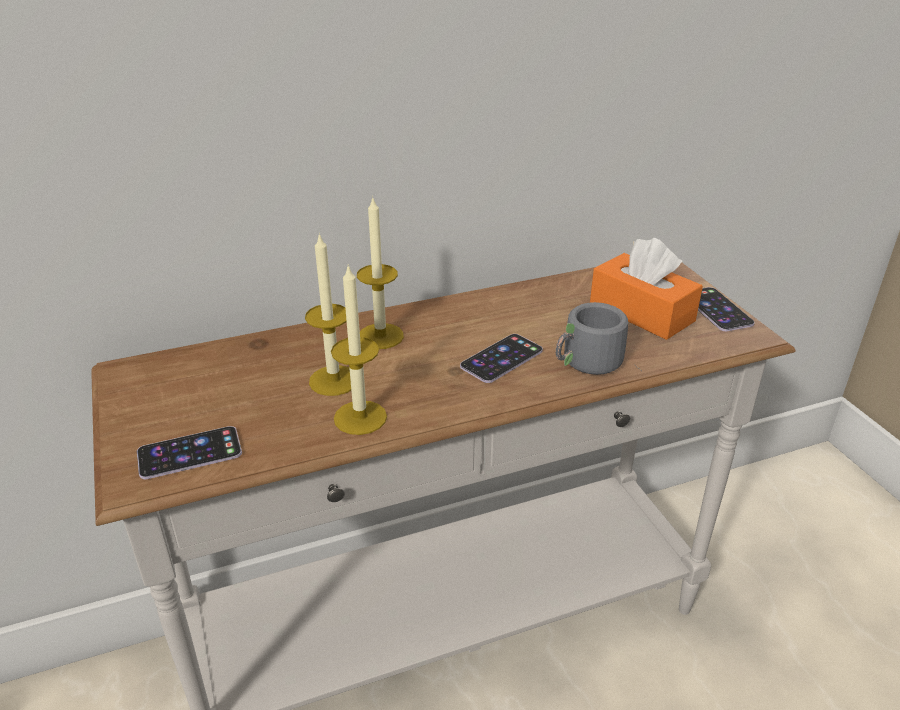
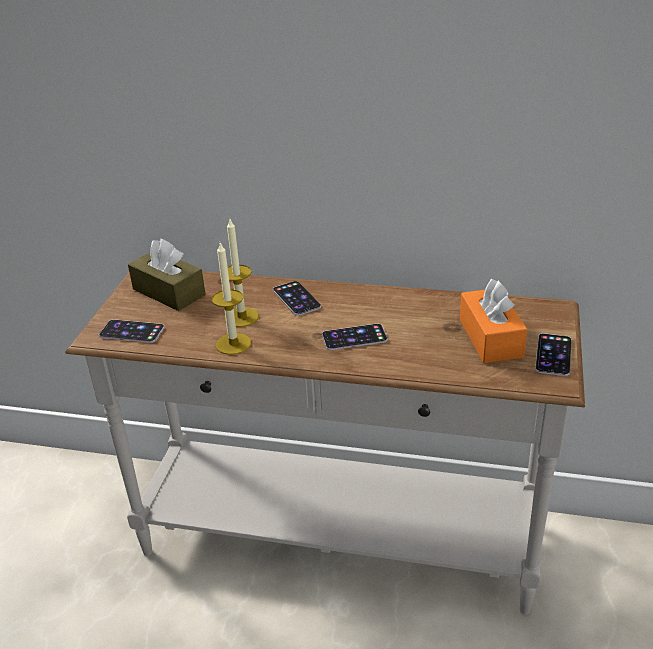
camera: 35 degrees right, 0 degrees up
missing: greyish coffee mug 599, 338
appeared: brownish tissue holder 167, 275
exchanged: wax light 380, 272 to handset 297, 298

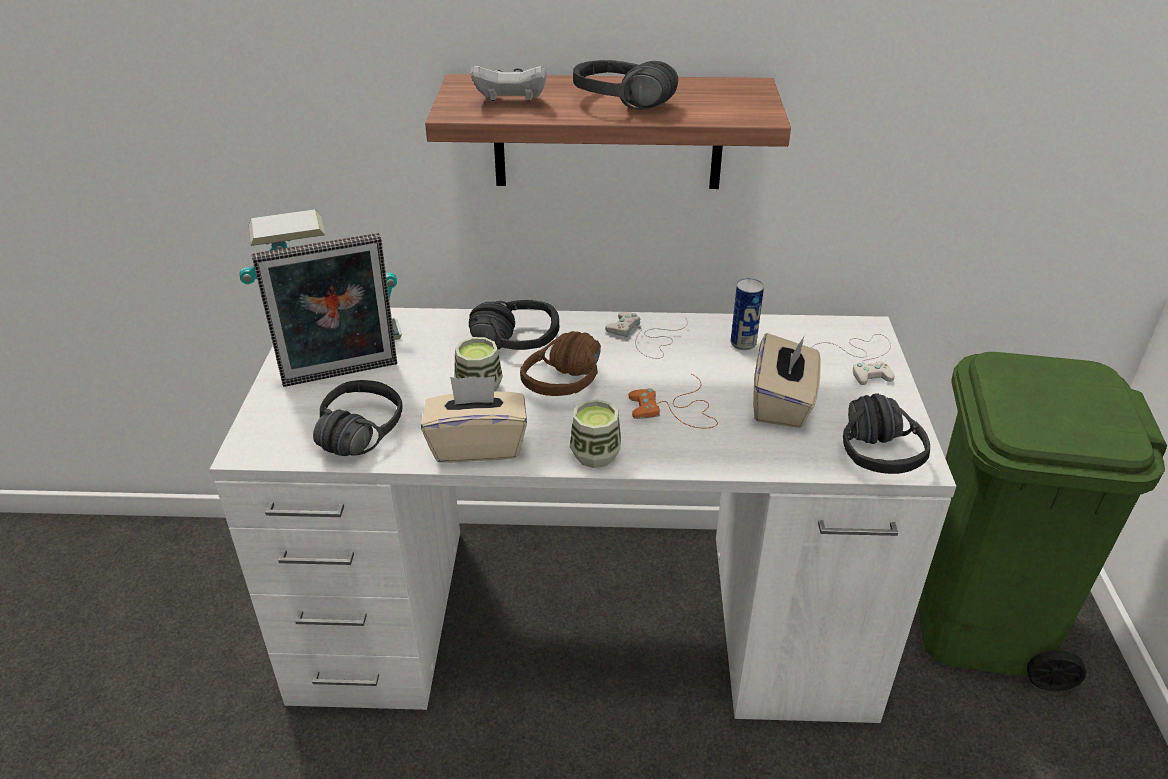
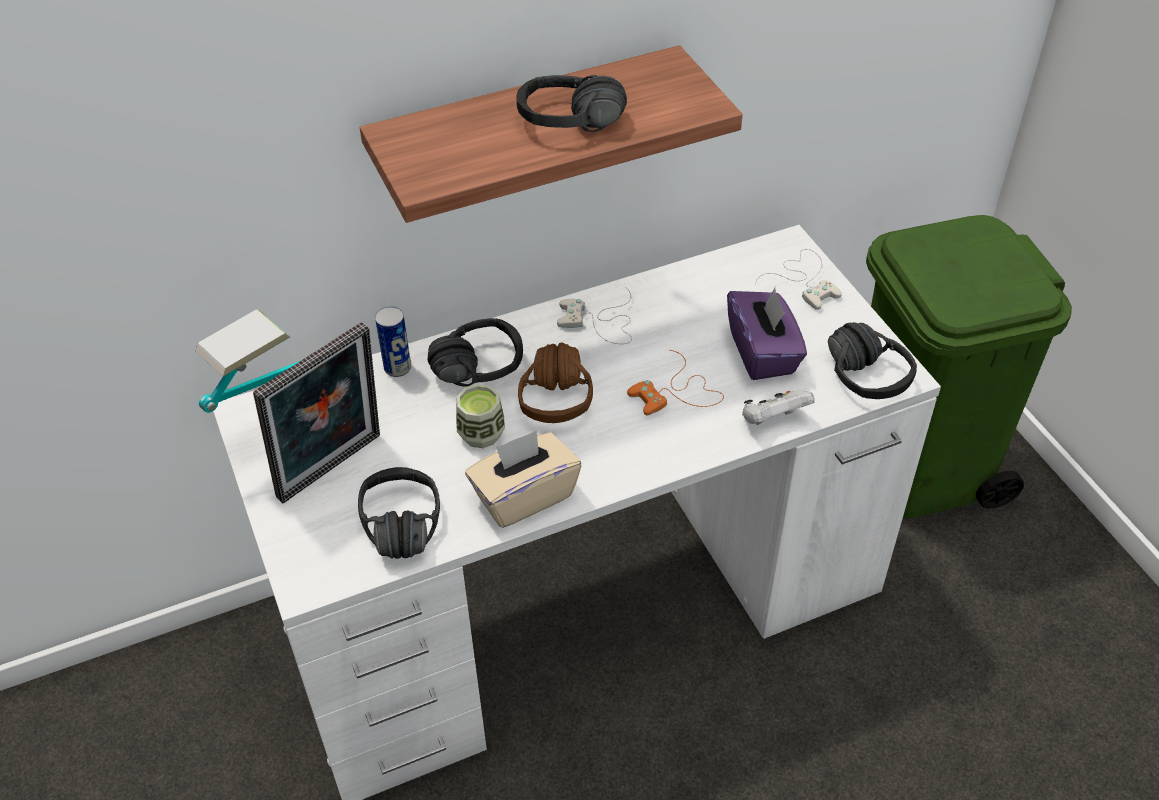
camera: 25 degrees left, 10 degrees up
missing: small cup 595, 433
relocated: white-coloured game controller 508, 83 to 778, 407; can 747, 314 to 393, 341
colour: sand-coloured tissue holder 787, 380 to purple tissue holder 767, 333

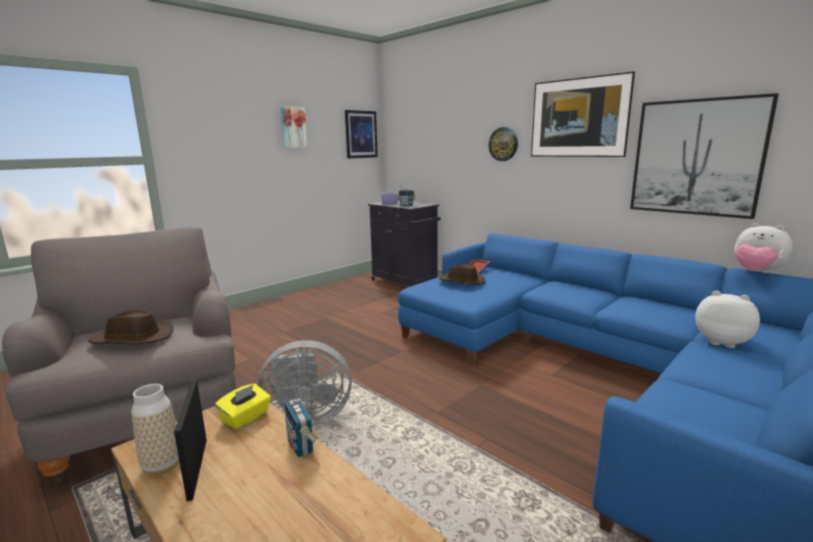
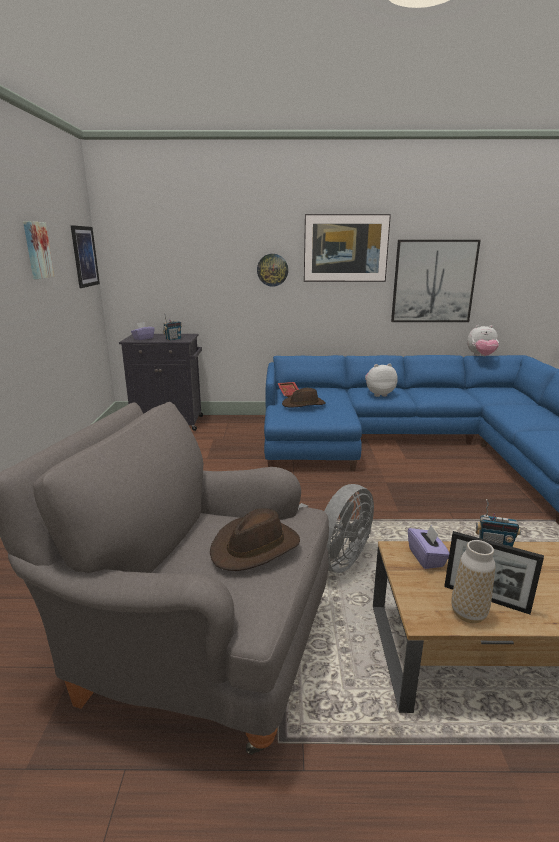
camera: 45 degrees left, 5 degrees up
relocated: soft toy 727, 319 to 381, 380
colour: yellow-coloured tissue holder 243, 406 to purple tissue holder 428, 547

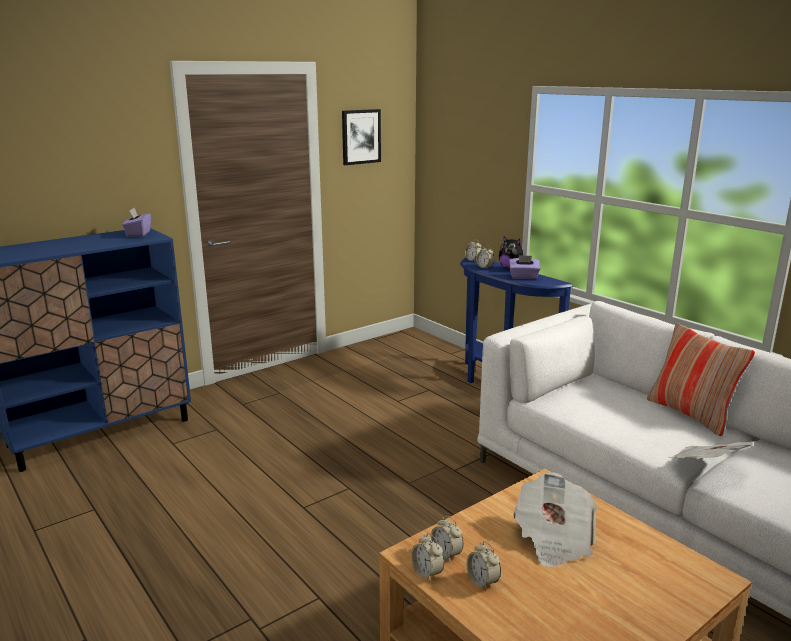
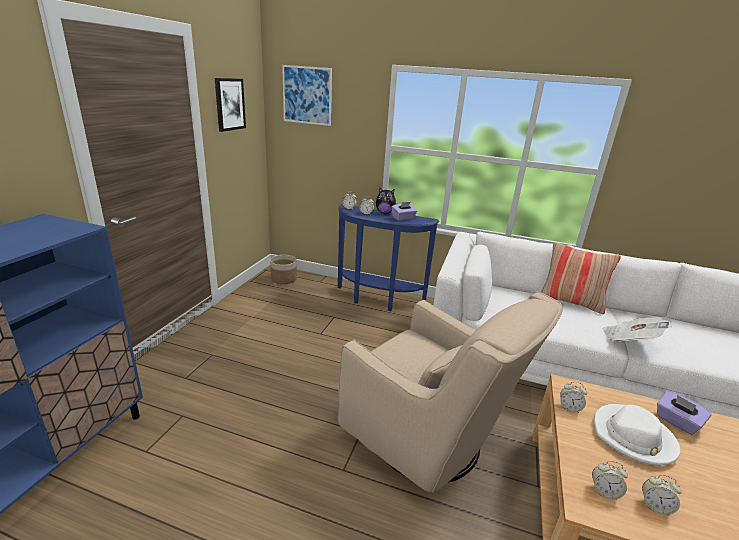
camera: 35 degrees left, 5 degrees up
appeared: planter 283, 269; wall picture 307, 95; sand-coloured armchair 450, 392
relocated: purple tissue holder 136, 222 to 684, 413; table clock 427, 557 to 573, 397
exchanged: printed paper 555, 519 to white-coloured wearable hat 637, 434

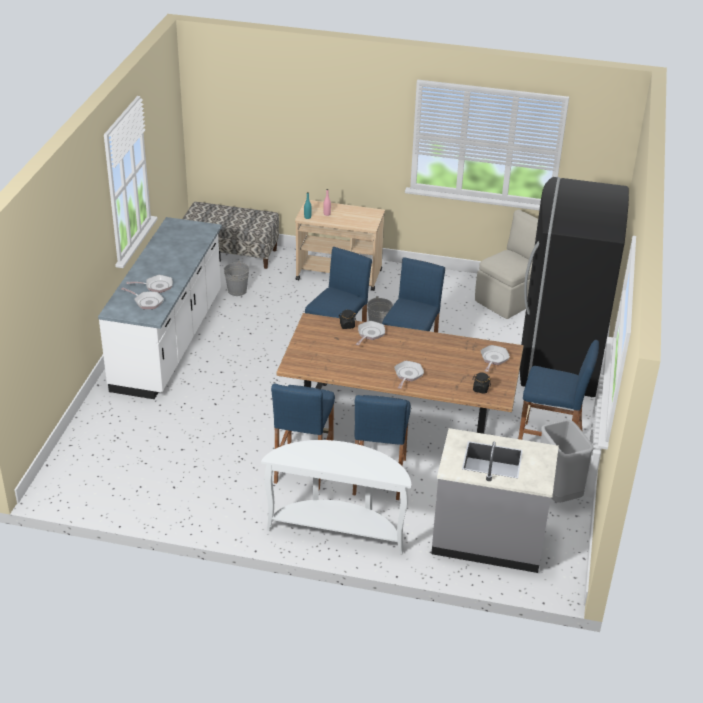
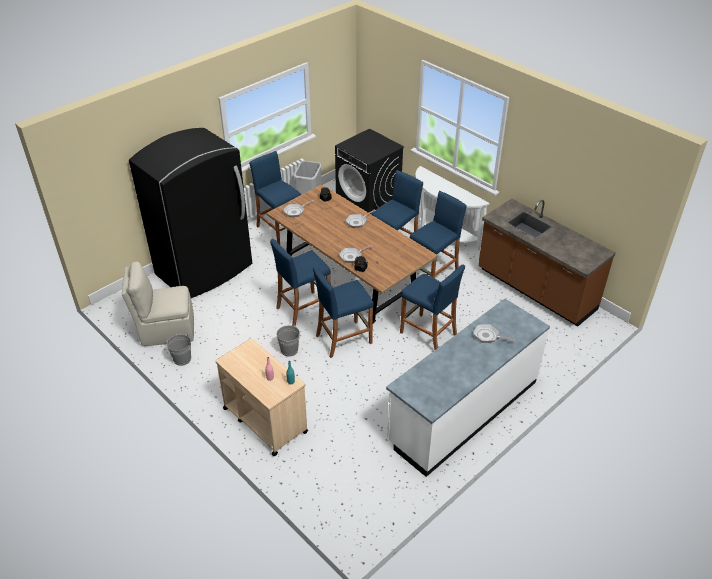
camera: 145 degrees left, 5 degrees up
missing: skillet 142, 298; indoor bench 231, 235
appeared: bluish stool seat 432, 308; brownish counter 547, 262
relocated: greyish pail 236, 278 to 179, 350
exchanged: greyish counter 495, 500 to blackish washing machine 369, 171

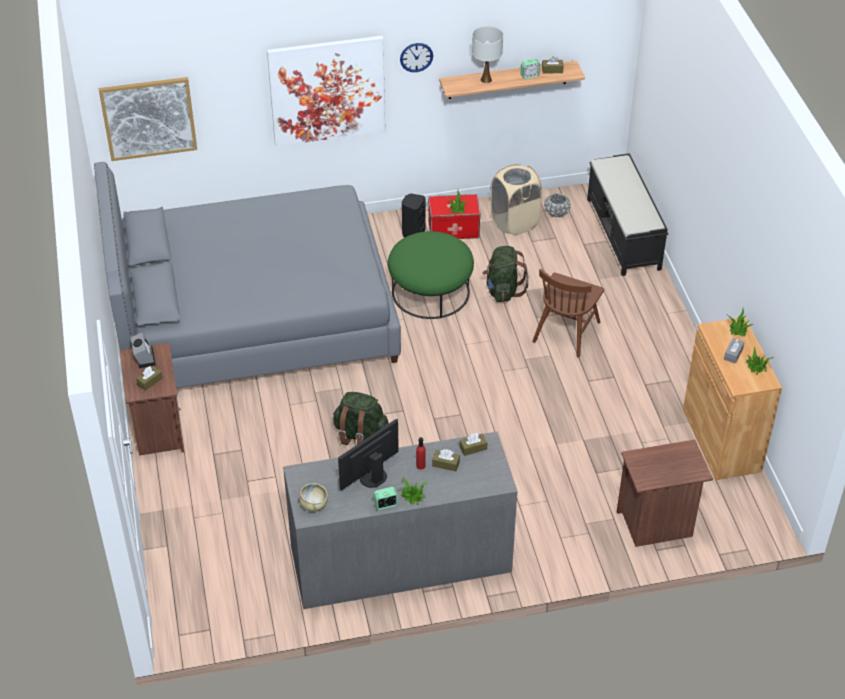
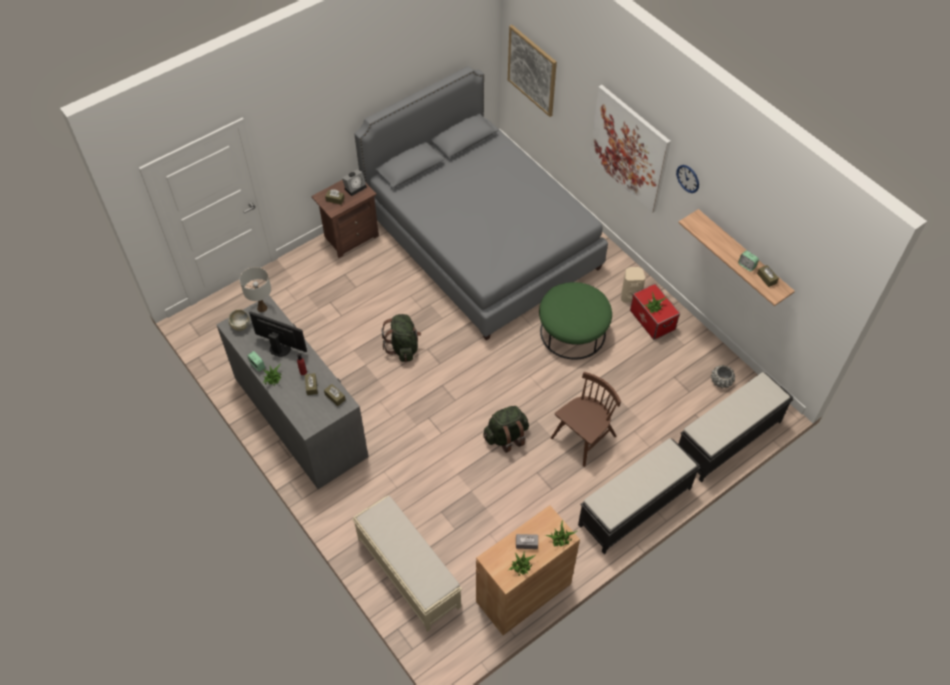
camera: 65 degrees right, 10 degrees up
missing: sand-coloured hamper 516, 199
appeared: blackish indoor bench 639, 496
relocated: white-coloured tabletop lamp 487, 54 to 255, 289; green knapsack 505, 274 to 506, 429
exchanged: brownish night table 665, 493 to sand-coloured indoor bench 407, 563
colour: blackish loudspeaker 414, 215 to sand-coloured loudspeaker 633, 284
spun: brownish plain chair 568, 313 = 586, 419 135 degrees clockwise

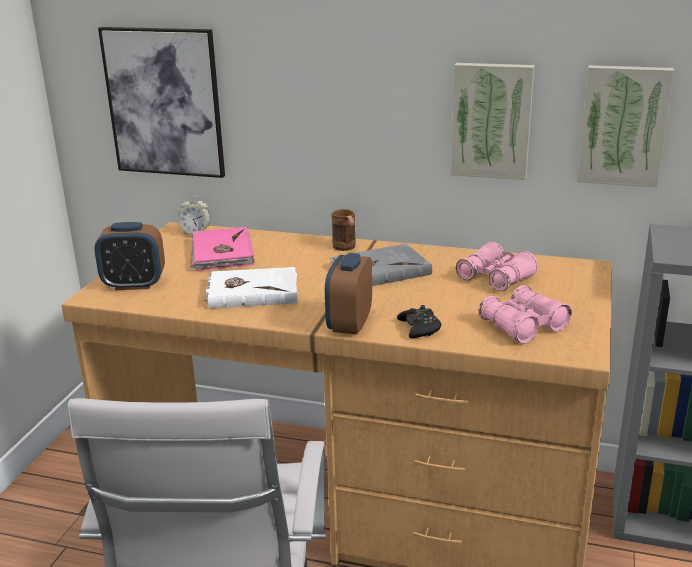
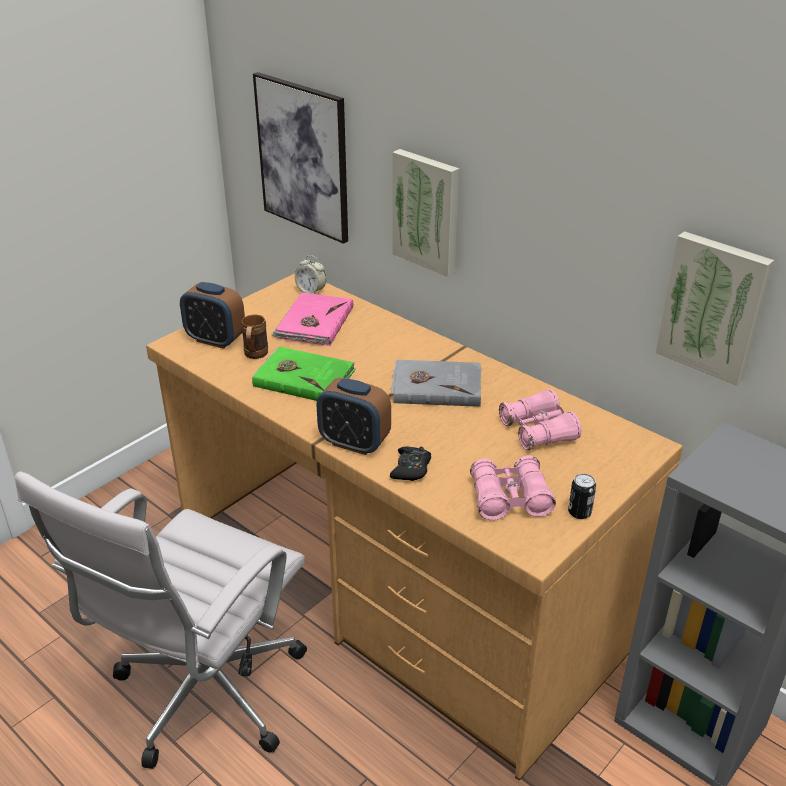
camera: 25 degrees right, 10 degrees up
appeared: can 582, 496
relocated: brownish coffee mug 344, 230 to 254, 336; wall picture 493, 121 to 425, 213
colour: white-coloured volume 251, 288 to green volume 304, 373
spun: table clock 348, 293 = 354, 416 105 degrees counterclockwise

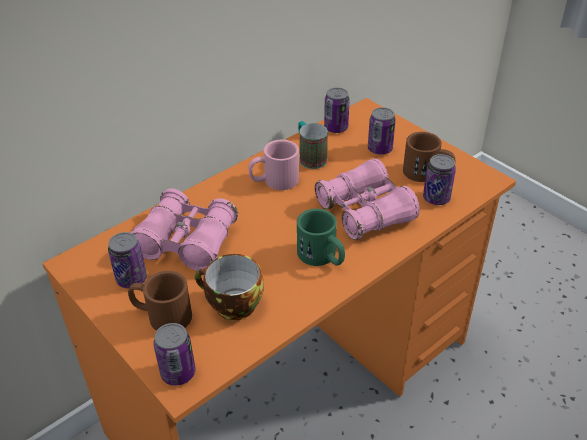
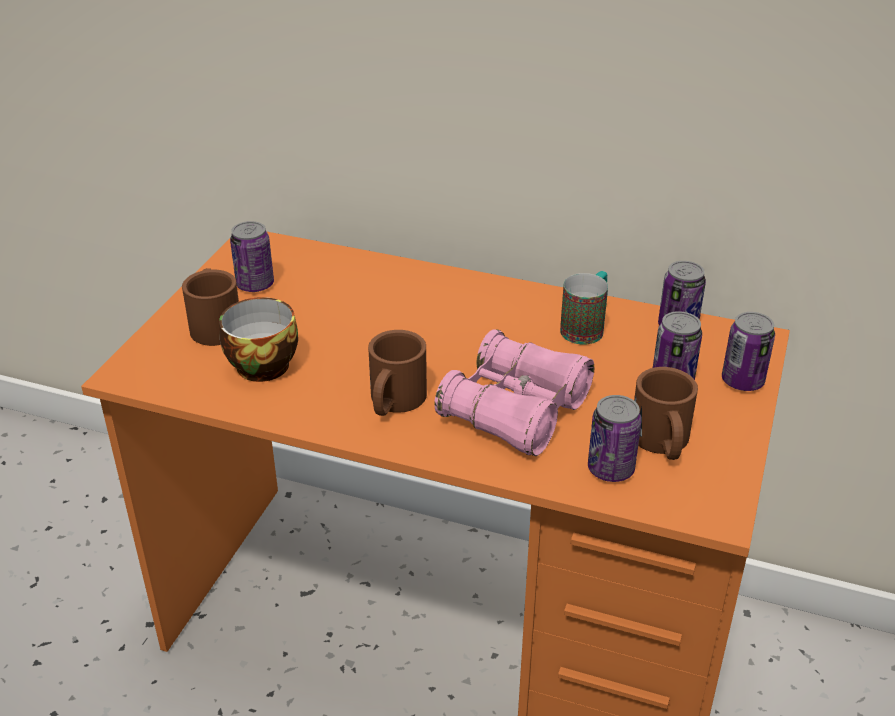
camera: 60 degrees right, 5 degrees down
missing: pink-coloured field glasses 184, 229; pink-coloured coffee mug 274, 165
relocated: can 174, 354 to 748, 351
colour: green coffee mug 321, 237 to brownish coffee mug 397, 373

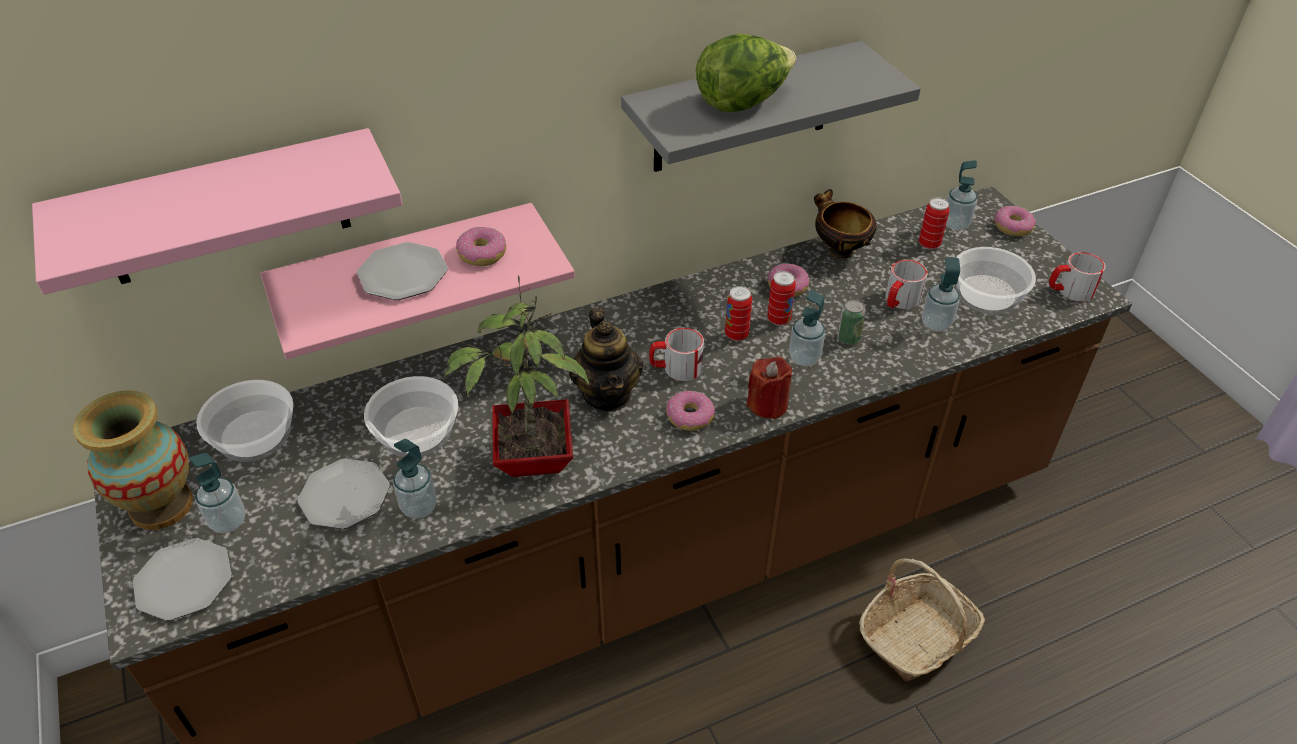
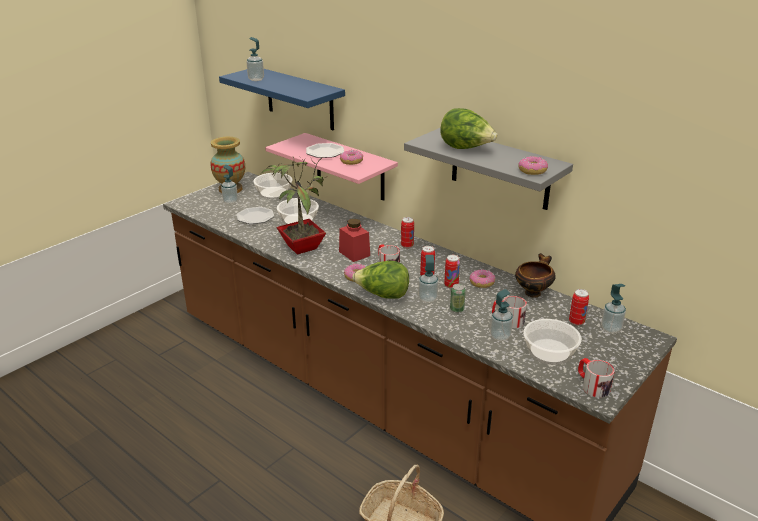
camera: 65 degrees right, 15 degrees down
missing: flat dish 182, 579
appeared: can 407, 232
relocated: liquid soap bottle 415, 479 to 255, 59; donut 1015, 221 to 533, 165
exchanged: tea pot 606, 359 to red preserve jar 354, 240; red wax light 769, 388 to lettuce head 380, 280
colour: pink-coloured shelf 217, 211 to bluish shelf 282, 99

